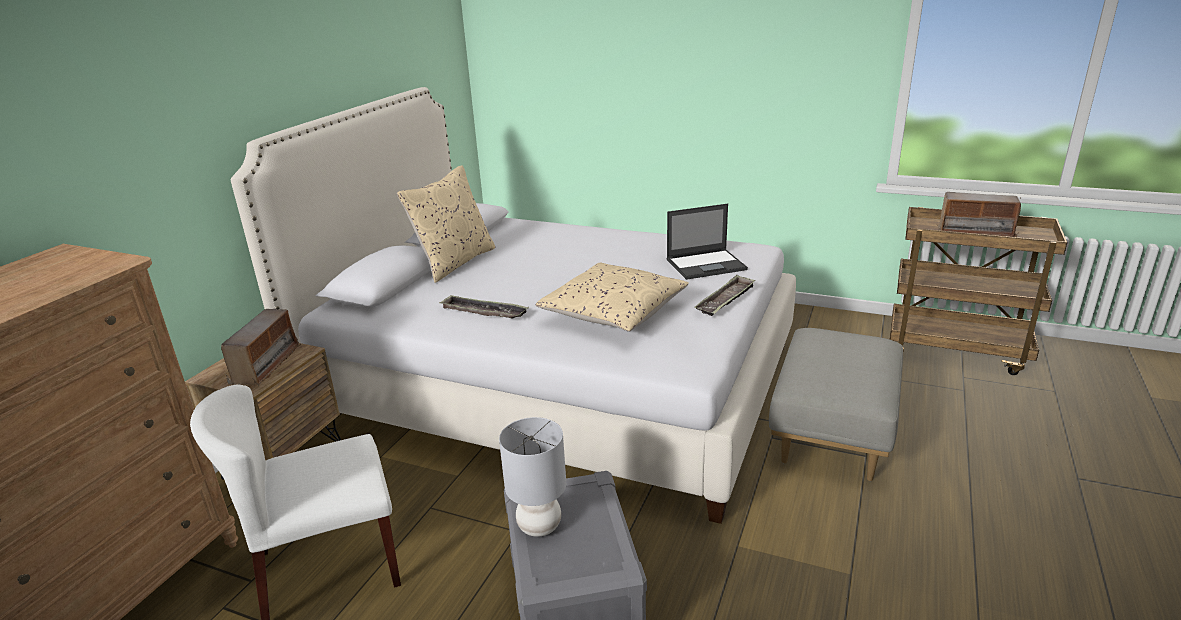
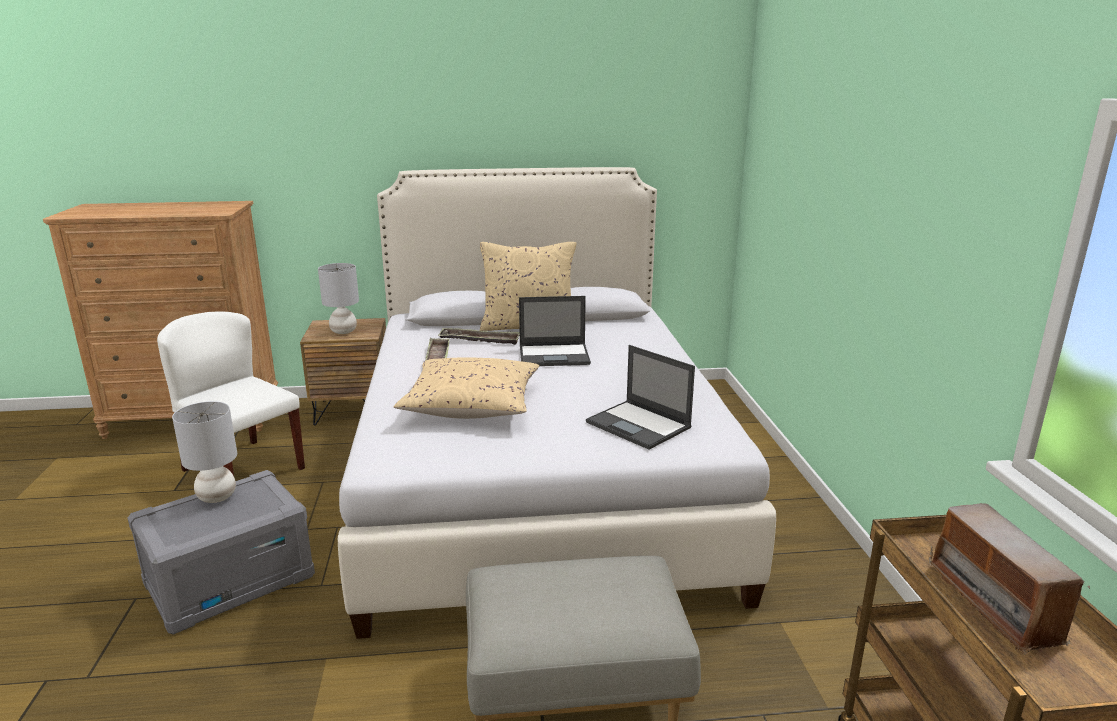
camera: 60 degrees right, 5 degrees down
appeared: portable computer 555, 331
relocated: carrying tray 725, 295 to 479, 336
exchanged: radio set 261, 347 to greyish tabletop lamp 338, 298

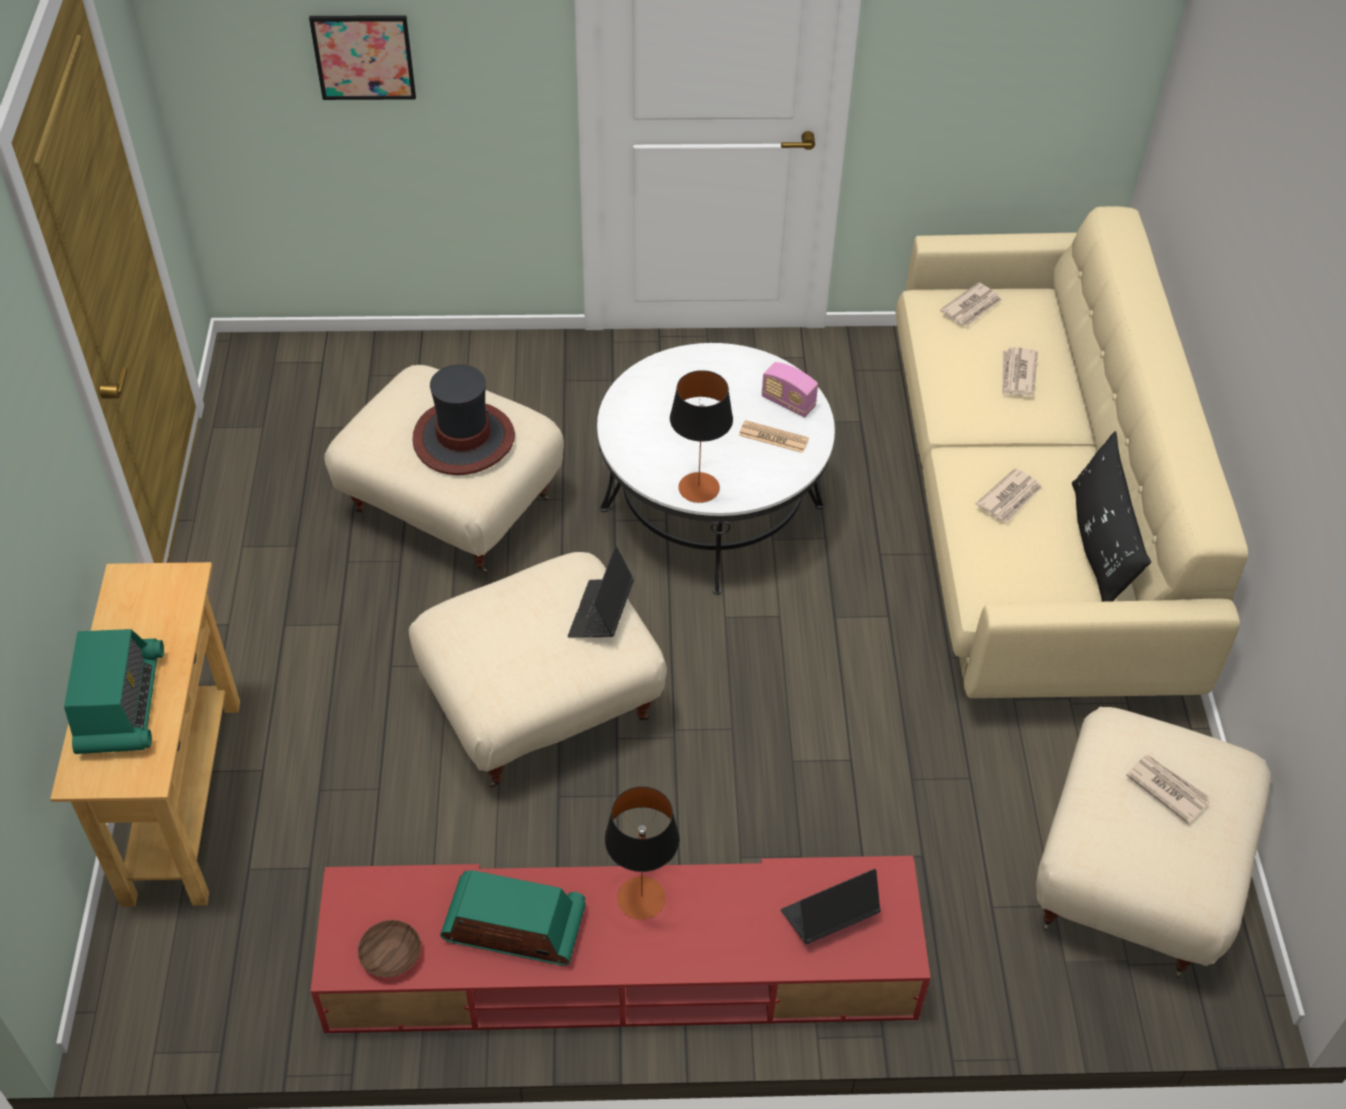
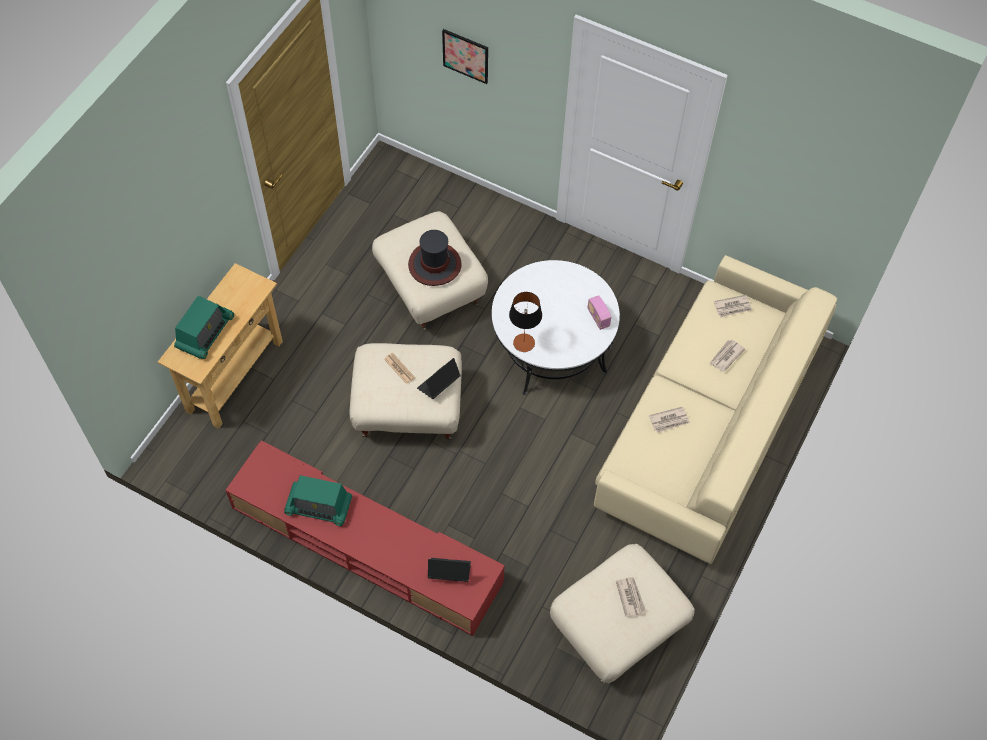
camera: 30 degrees right, 10 degrees up
missing: brownish serving bowl 389, 948; tabletop lamp 642, 853; blackish pillow 1111, 516
relocated: printed paper 774, 436 to 399, 368
spun: radio set 513, 918 = 318, 500 150 degrees clockwise

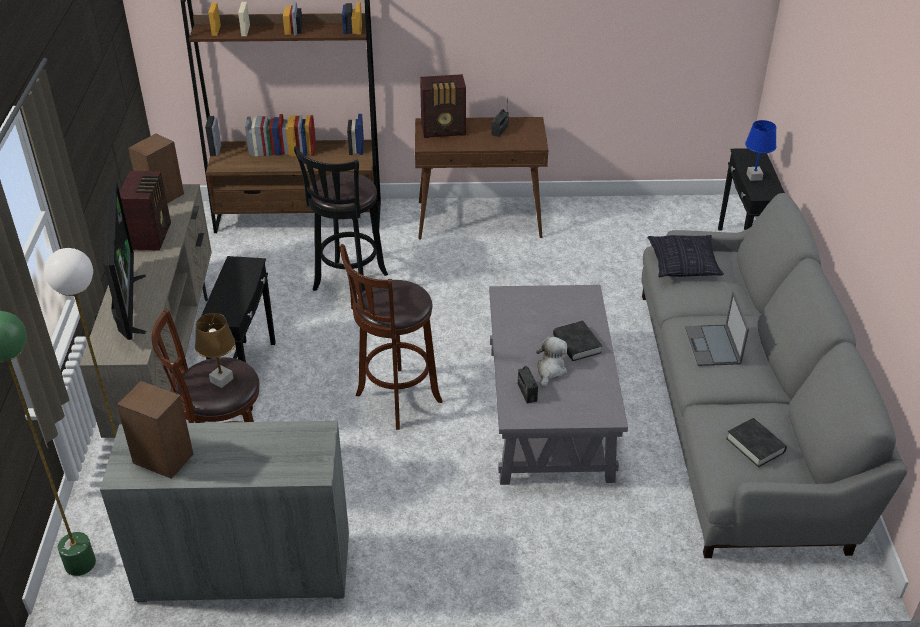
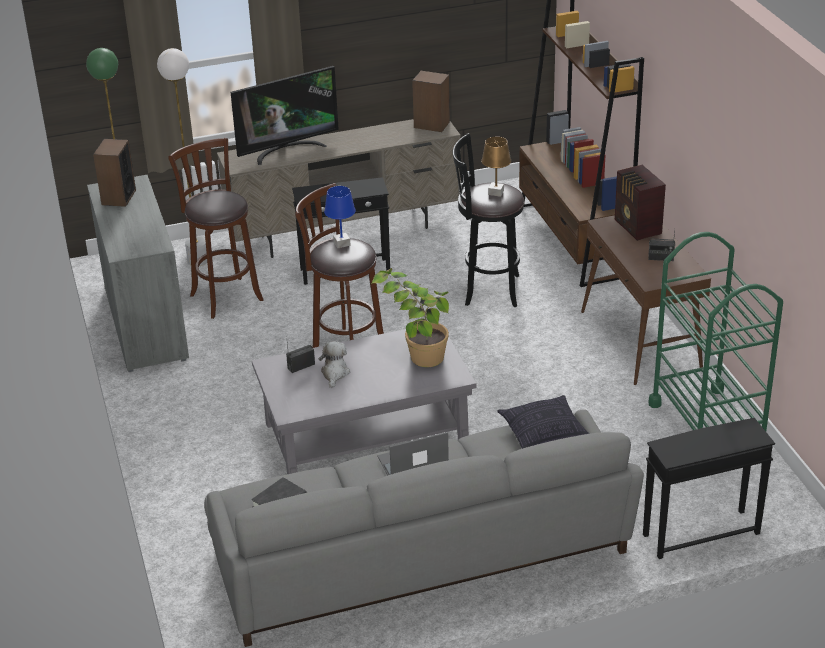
camera: 75 degrees right, 5 degrees down
missing: radio set 145, 211; blackish volume 577, 341
appeared: potted plant 410, 317; green wheeled cart 715, 331
relocated: brownish tabletop lamp 215, 350 to 496, 167; bluish tabletop lamp 760, 150 to 340, 217
spun: soft toy 551, 362 = 334, 364 90 degrees counterclockwise

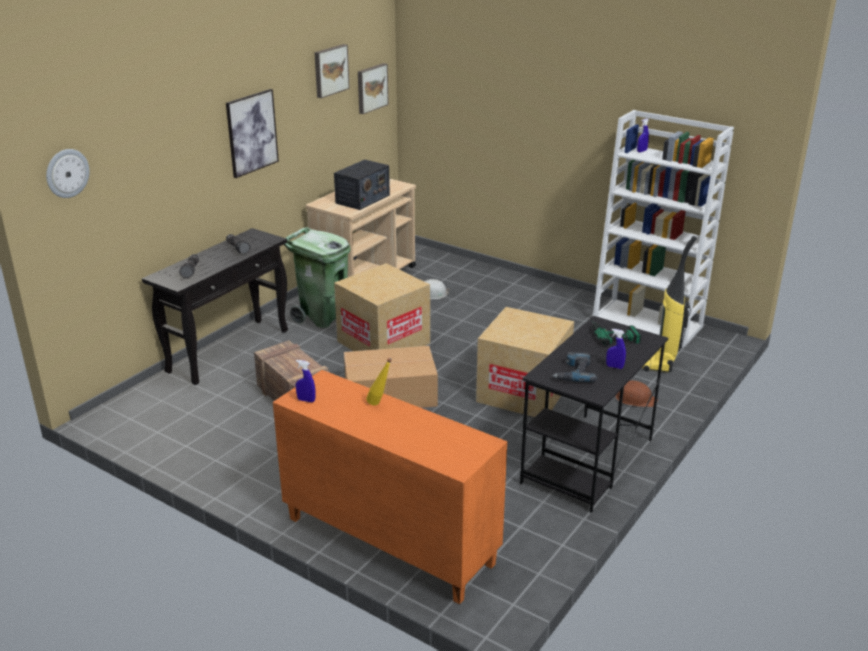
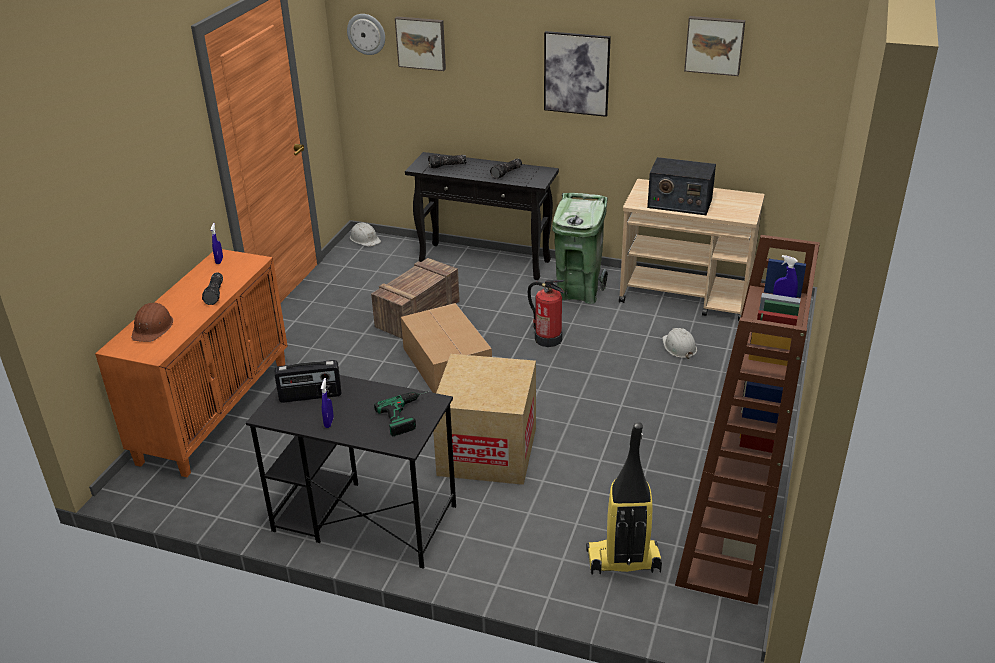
camera: 75 degrees right, 5 degrees up
appeared: white-coloured safety helmet 365, 234
relocated: wall picture 373, 88 to 420, 43; brownish safety helmet 636, 394 to 152, 322
exchanged: cardboard box 382, 307 to fire-fighting cylinder 546, 313; yellow-coloured bottle 379, 381 to hand torch 212, 288; electric drill 574, 367 to radio set 308, 381
colour: white-coloured bookshelf 663, 229 to brownish bookshelf 747, 420

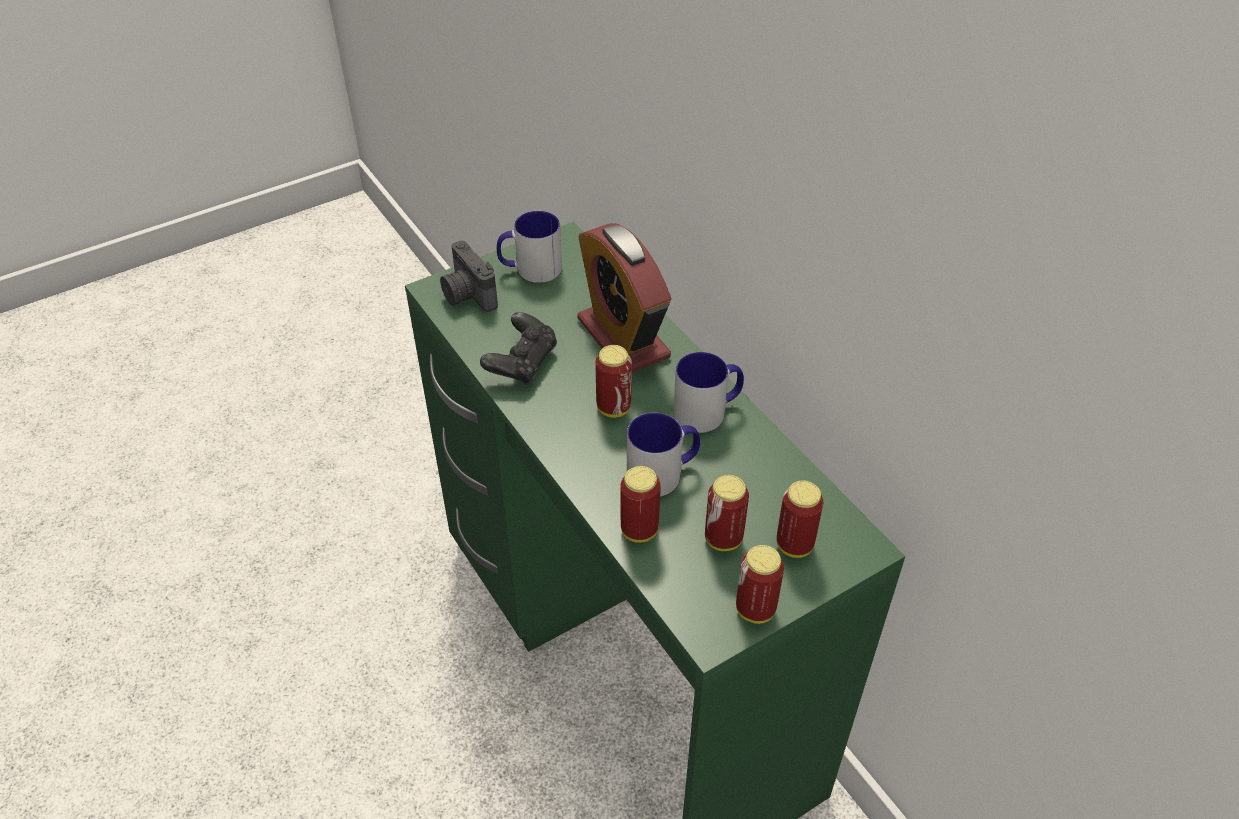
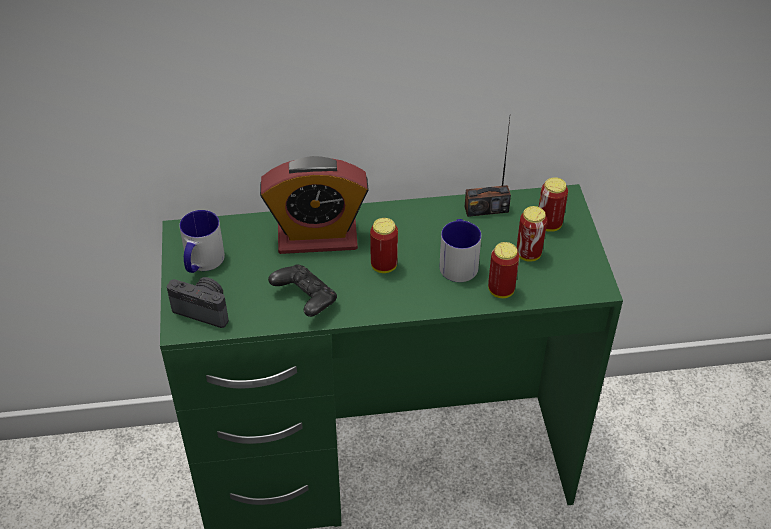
camera: 65 degrees left, 0 degrees up
missing: coffee mug 708, 392; can 760, 584
appeared: radio set 488, 168
spun: still camera 469, 276 = 198, 302 150 degrees counterclockwise

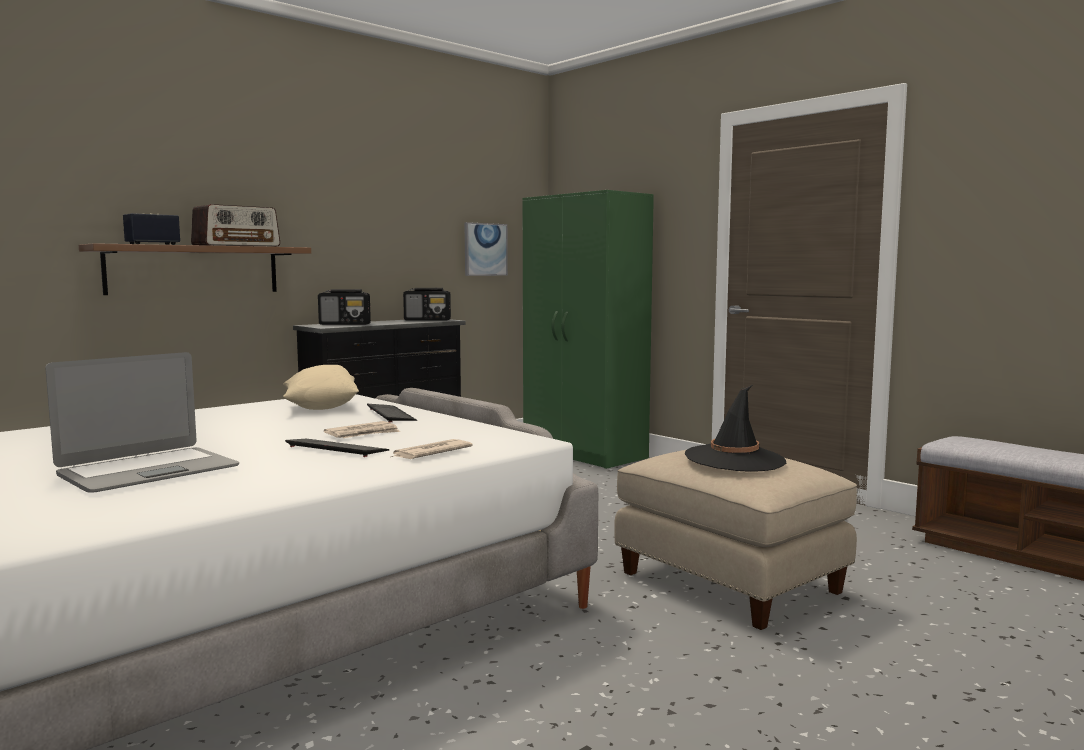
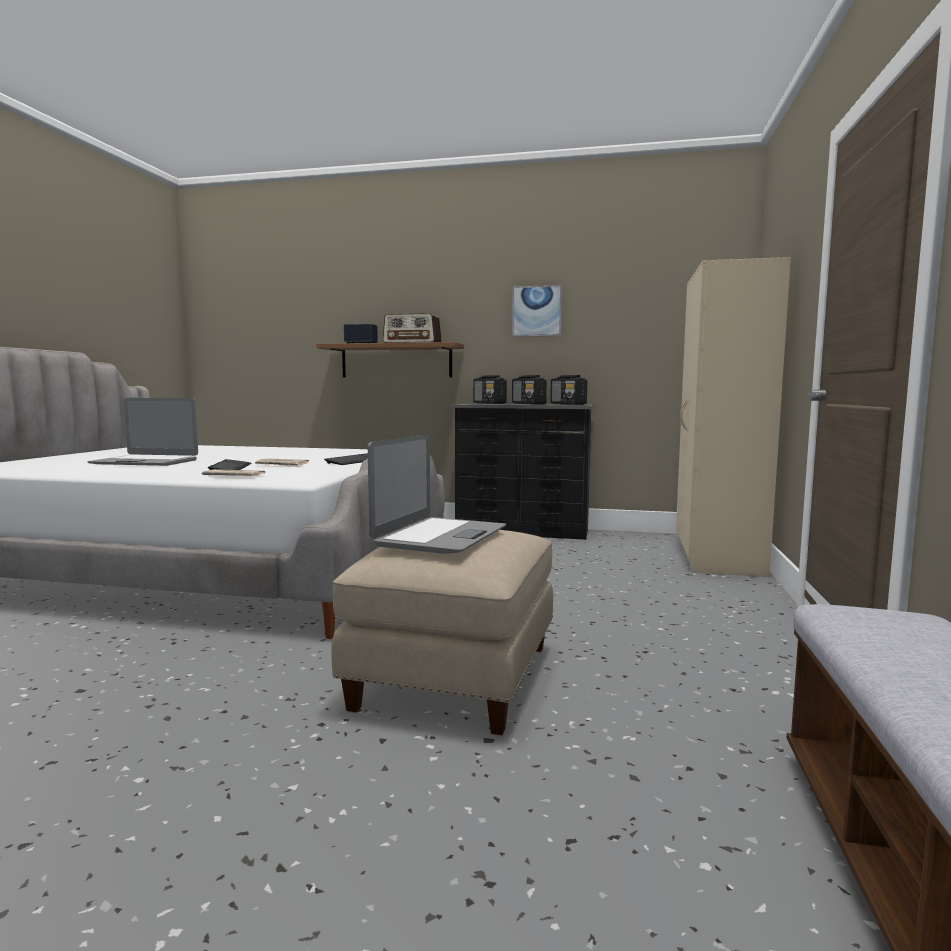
camera: 55 degrees right, 0 degrees up
missing: sand-coloured pillow 321, 387
appeared: radio set 529, 389
relocated: wall picture 486, 249 to 537, 311
exchanged: blackish wearable hat 735, 428 to portable computer 437, 494
colour: green wardrobe 588, 329 to sand-coloured wardrobe 733, 417

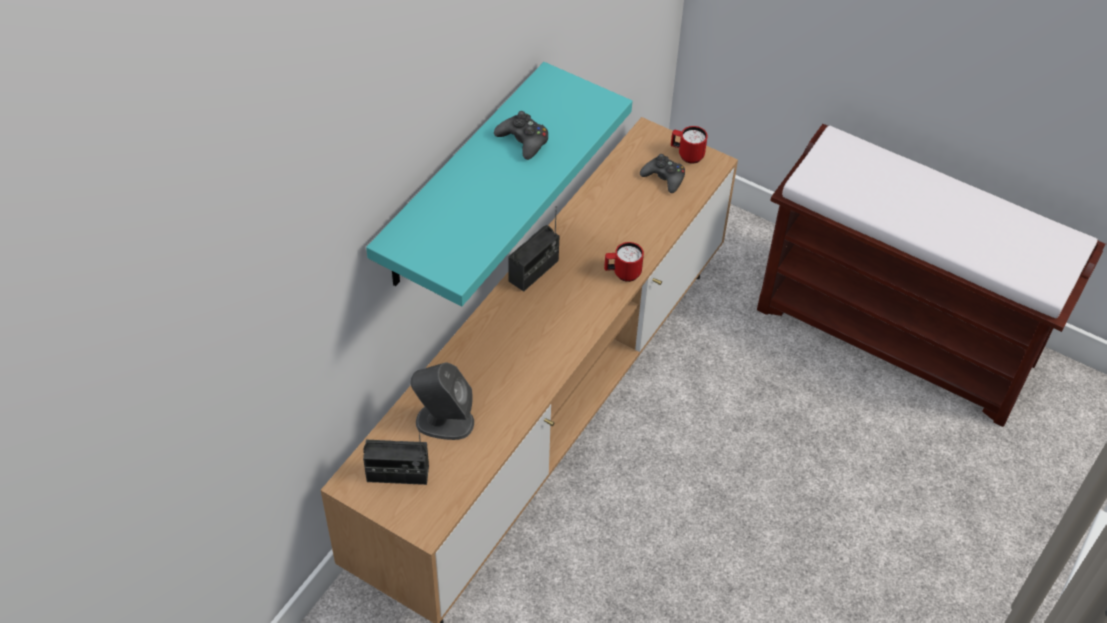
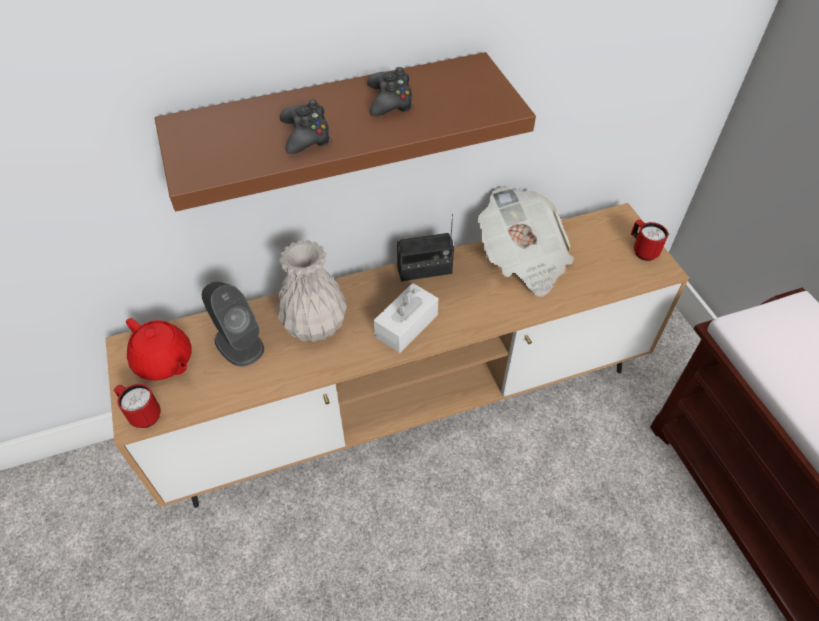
camera: 40 degrees right, 0 degrees up
appeared: white-coloured vase 312, 291; white-coloured tissue holder 406, 318; printed paper 526, 241
relocated: red coffee mug 624, 262 to 137, 406; blackish game controller 662, 173 to 306, 126
exchanged: radio set 396, 457 to red tea pot 159, 349
colour: turquoise shelf 499, 184 to brownish shelf 345, 131

